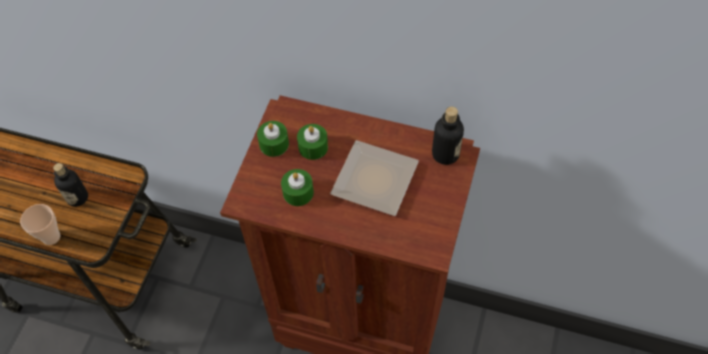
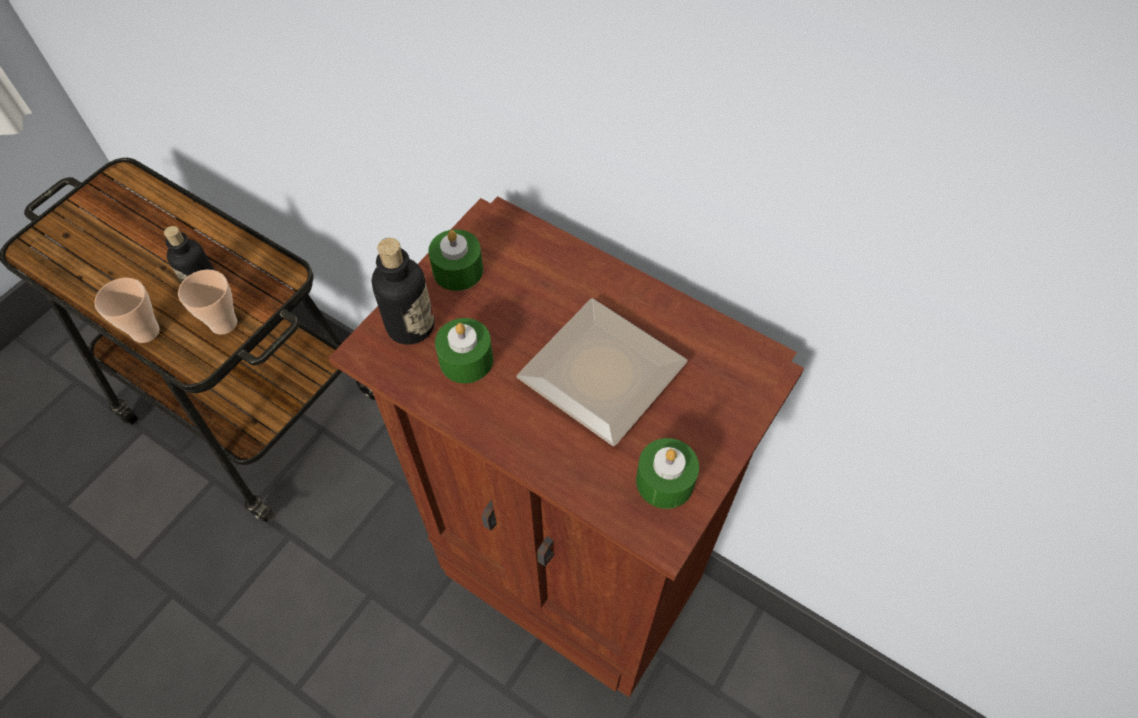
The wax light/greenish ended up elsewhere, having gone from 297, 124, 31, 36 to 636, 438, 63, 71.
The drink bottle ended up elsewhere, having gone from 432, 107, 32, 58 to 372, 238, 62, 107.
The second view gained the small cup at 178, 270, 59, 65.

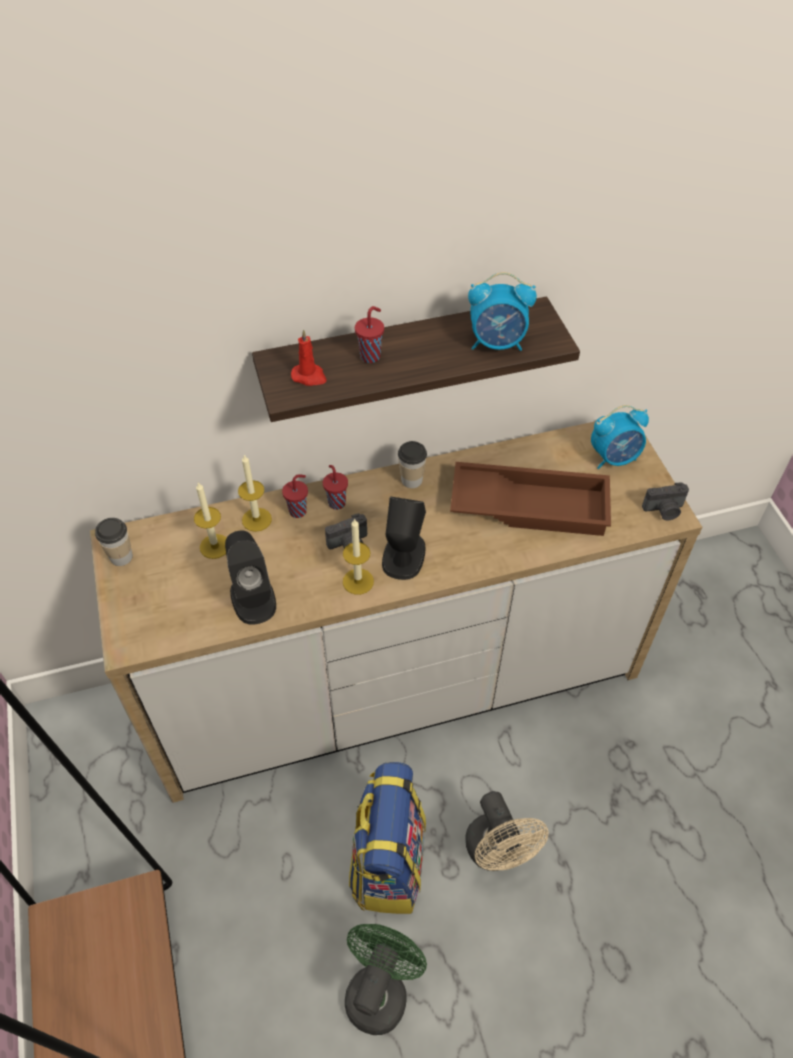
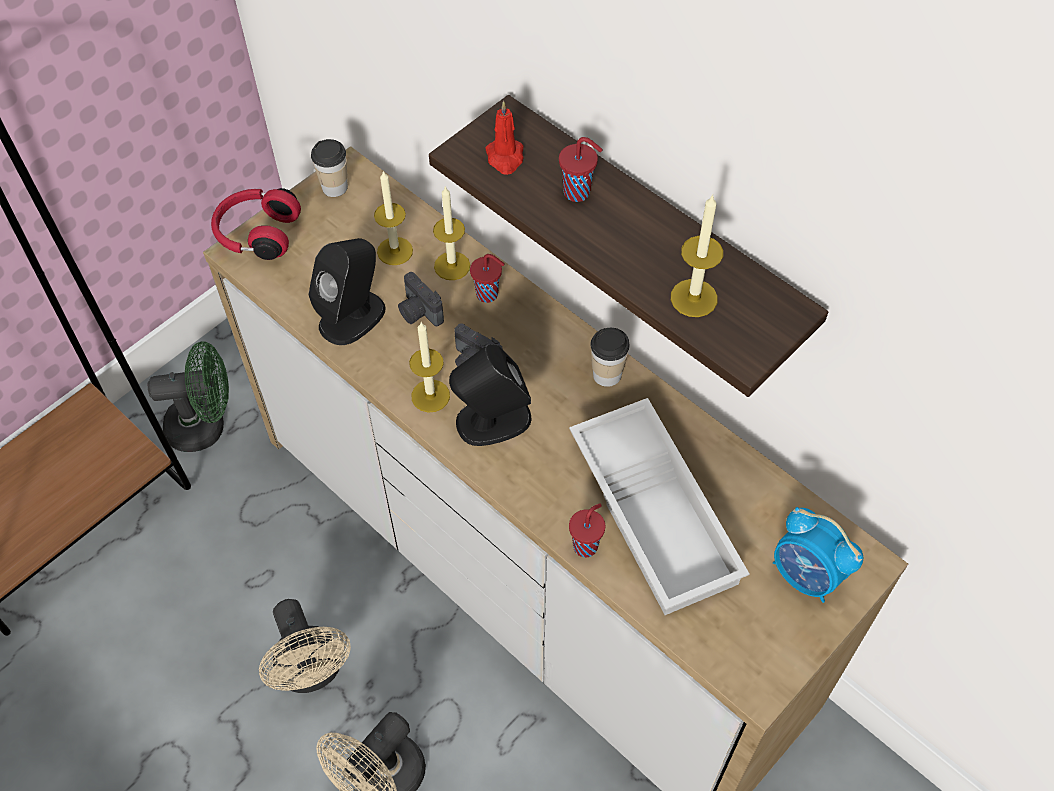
The small cup/red-coloured ended up elsewhere, having gone from 323, 465, 25, 45 to 569, 503, 36, 54.
The electric fan/greenish ended up elsewhere, having gone from 345, 924, 82, 111 to 148, 341, 81, 111.
Where the knapsack stood at 349, 762, 77, 152, the electric fan/sand-coloured came to stand at 259, 599, 92, 94.
What was the tray/brown at 450, 462, 161, 74 turned into the tray/whitish at 569, 398, 180, 217.
Where the table clock stood at 468, 272, 69, 79, the wax light came to stand at 671, 194, 52, 123.
The still camera ended up elsewhere, having gone from 642, 483, 47, 37 to 398, 272, 46, 54.
The second view gained the headset/red-coloured at 211, 188, 90, 72.

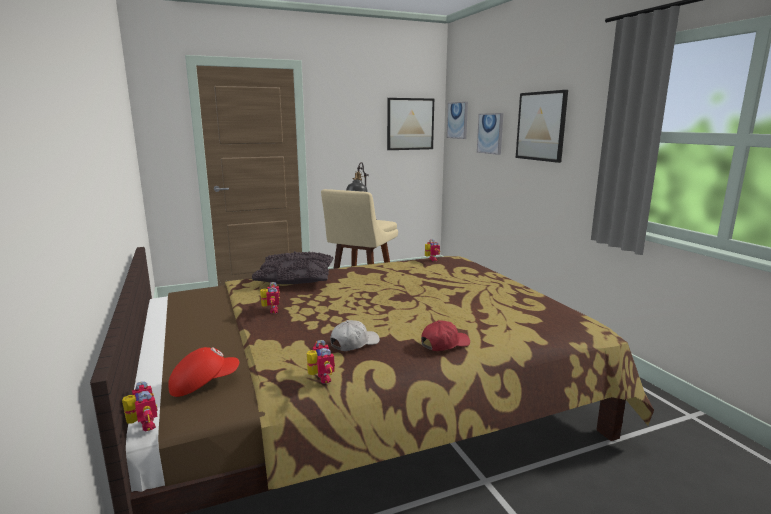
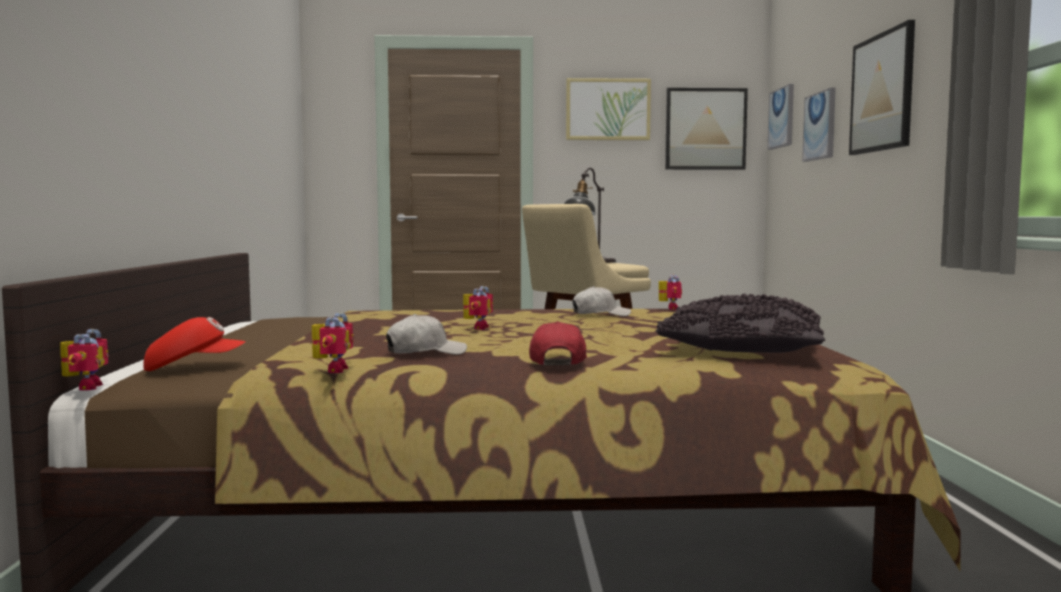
The throw pillow/black-coloured ended up elsewhere, having gone from 251, 251, 83, 33 to 656, 293, 169, 60.
The toy robot ended up elsewhere, having gone from 260, 282, 20, 31 to 463, 286, 30, 44.
The cap/red-coloured at 421, 320, 49, 31 ended up facing another way, 75 degrees counterclockwise from before.
The second view gained the wall art at 566, 78, 85, 62.
The second view gained the cap/whitish at 573, 286, 58, 30.

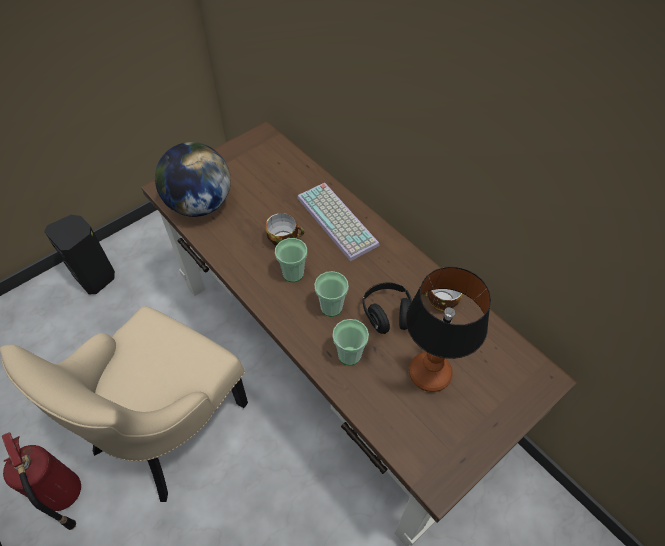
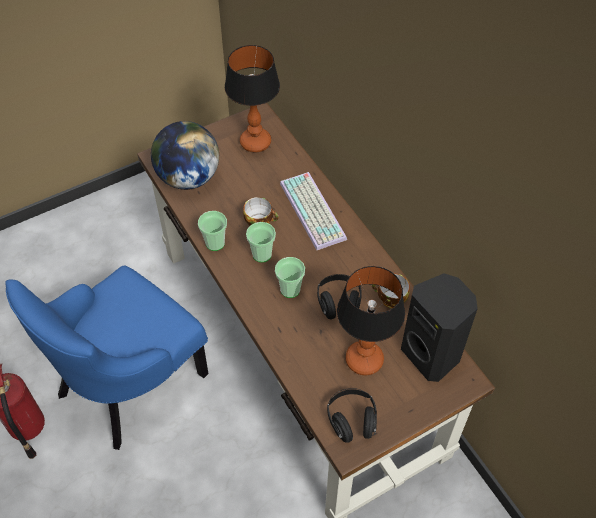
What was the plain chair/sand-coloured at 0, 306, 248, 196 turned into the plain chair/bluish at 5, 265, 203, 185.
The speaker/black-coloured ended up elsewhere, having gone from 44, 215, 71, 79 to 401, 273, 77, 109.
The small cup ended up elsewhere, having gone from 332, 319, 37, 46 to 198, 211, 29, 40.
The second view gained the tabletop lamp at 225, 45, 55, 108.
The second view gained the headset/black-coloured at 327, 388, 50, 55.

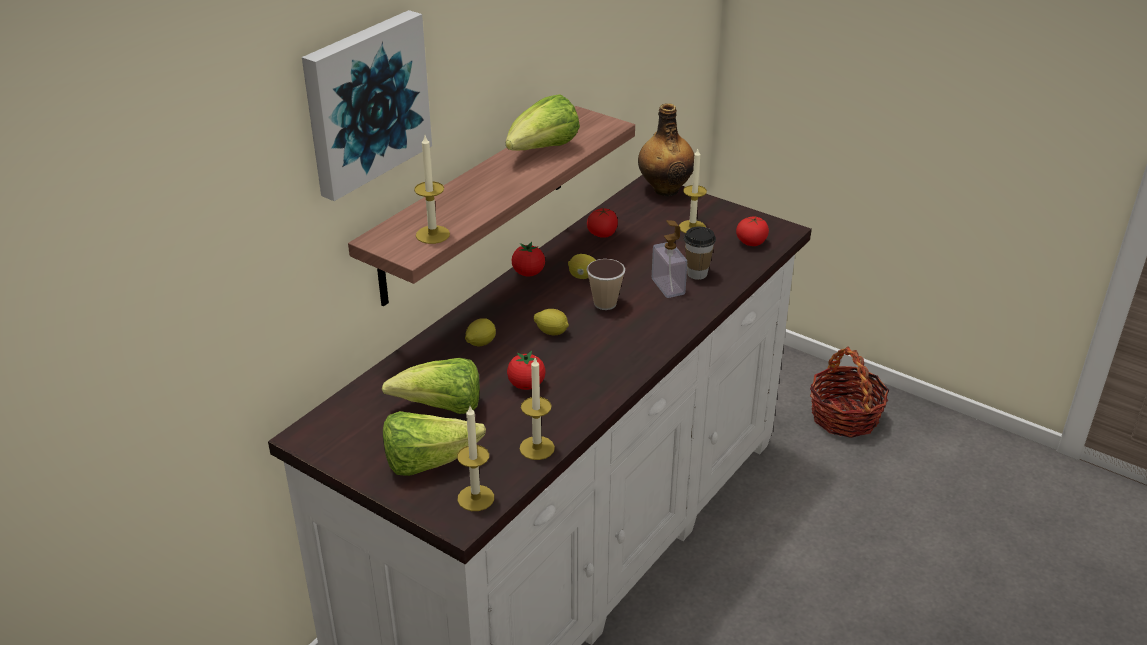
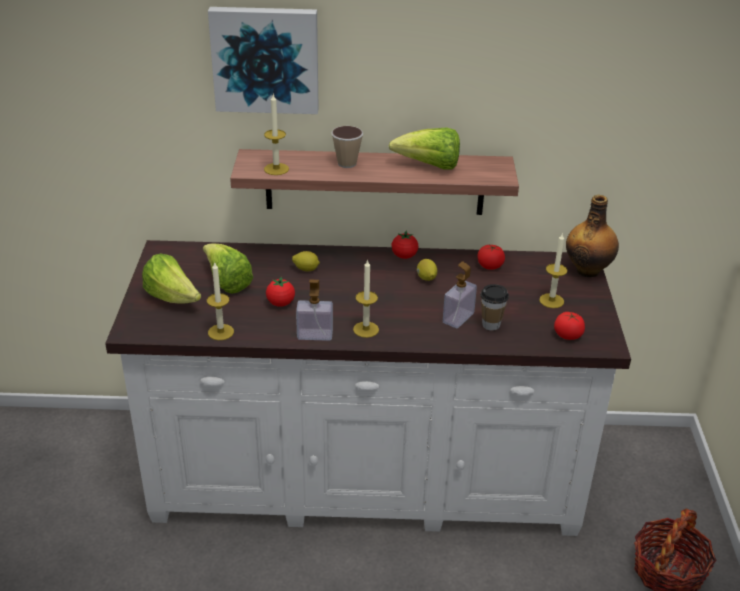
The wax light ended up elsewhere, having gone from 457, 406, 37, 105 to 353, 259, 26, 79.
The second view lost the lemon at 534, 309, 35, 26.
The small cup ended up elsewhere, having gone from 587, 259, 38, 51 to 331, 126, 32, 42.
The second view gained the liquid soap bottle at 296, 280, 37, 61.

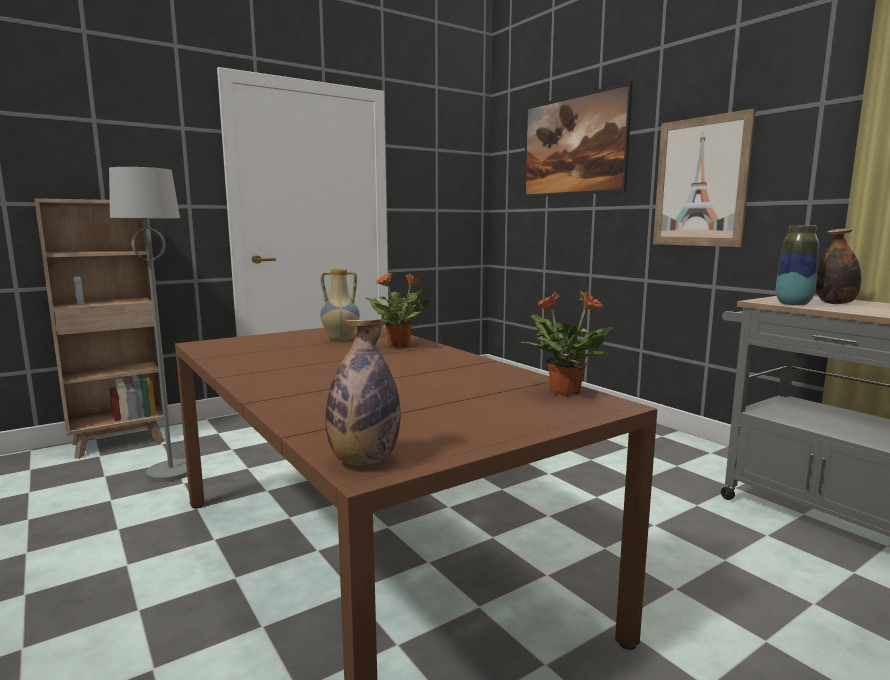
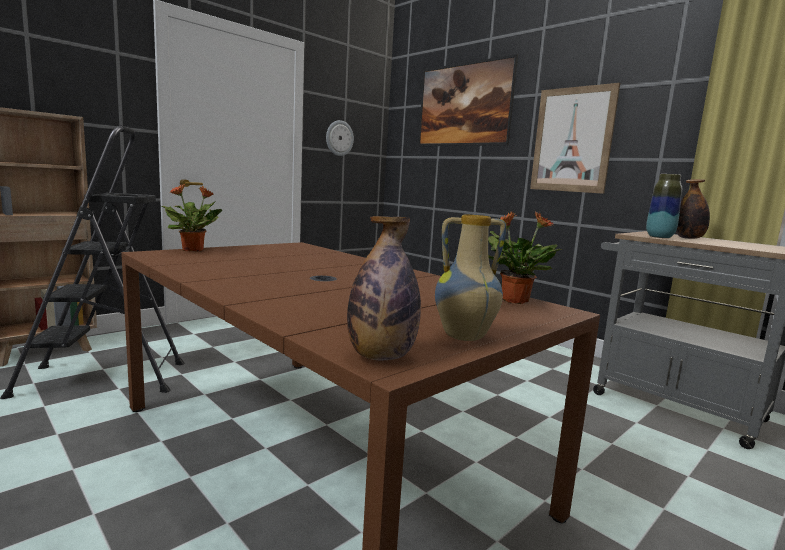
Where the standing lamp/greyish stood at 109, 167, 78, 315, the stepladder came to stand at 0, 125, 185, 274.
The vase ended up elsewhere, having gone from 320, 269, 40, 73 to 435, 215, 72, 126.
The plant in a pot ended up elsewhere, having gone from 366, 272, 66, 76 to 162, 184, 61, 68.
The second view gained the hanging clock at 326, 120, 28, 36.

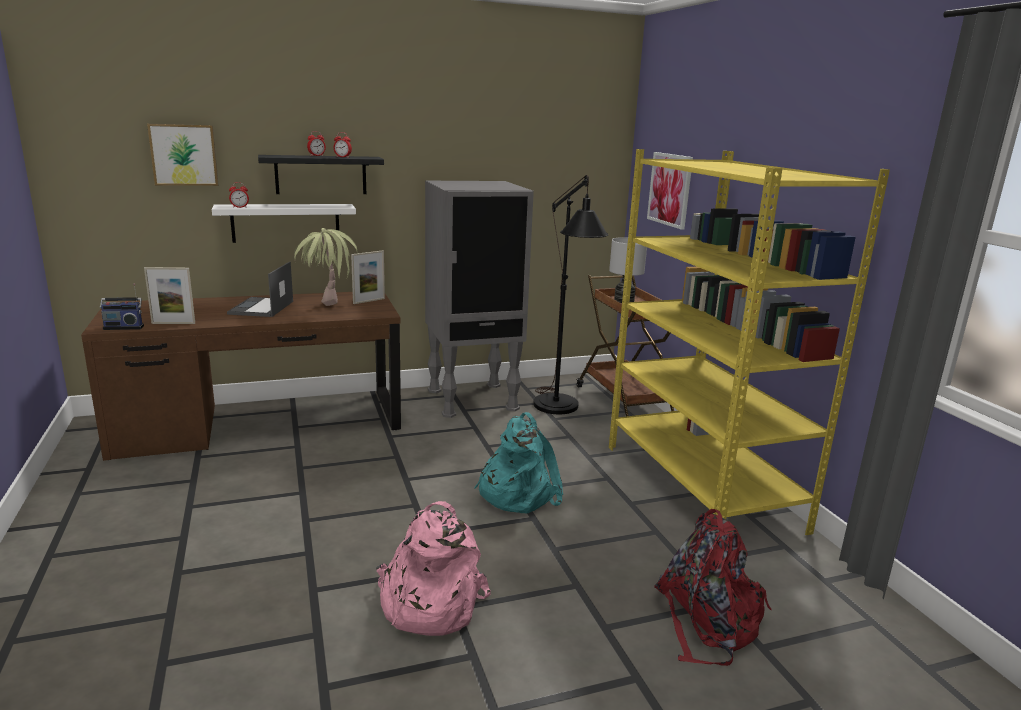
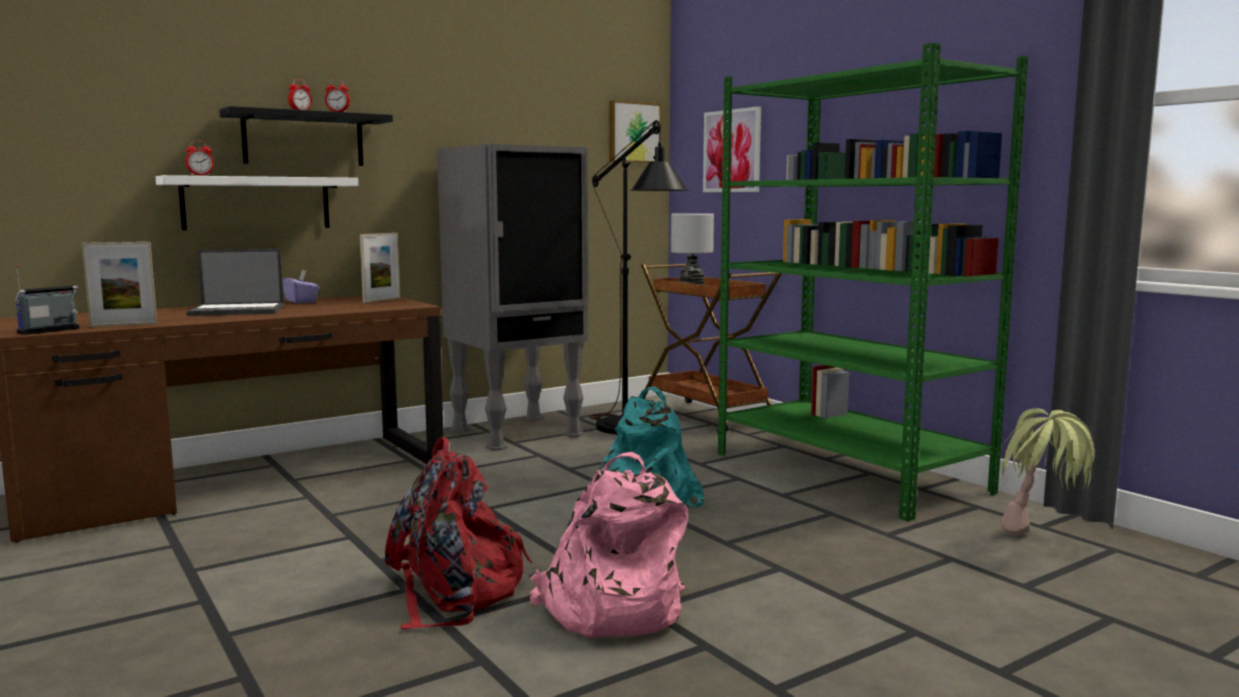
The radio receiver at 100, 284, 44, 46 ended up facing another way, 150 degrees clockwise from before.
The wall art ended up elsewhere, having gone from 147, 124, 71, 62 to 609, 100, 53, 63.
The notebook computer at 227, 262, 66, 55 ended up facing another way, 90 degrees counterclockwise from before.
The plant in a pot ended up elsewhere, having gone from 294, 228, 63, 78 to 995, 409, 100, 127.
What was the bookshelf/yellow at 609, 149, 281, 386 turned into the bookshelf/greenish at 718, 43, 310, 478.
The knapsack/red-coloured ended up elsewhere, having gone from 654, 509, 117, 157 to 385, 437, 147, 193.
The second view gained the tissue box/purplish at 283, 270, 36, 33.

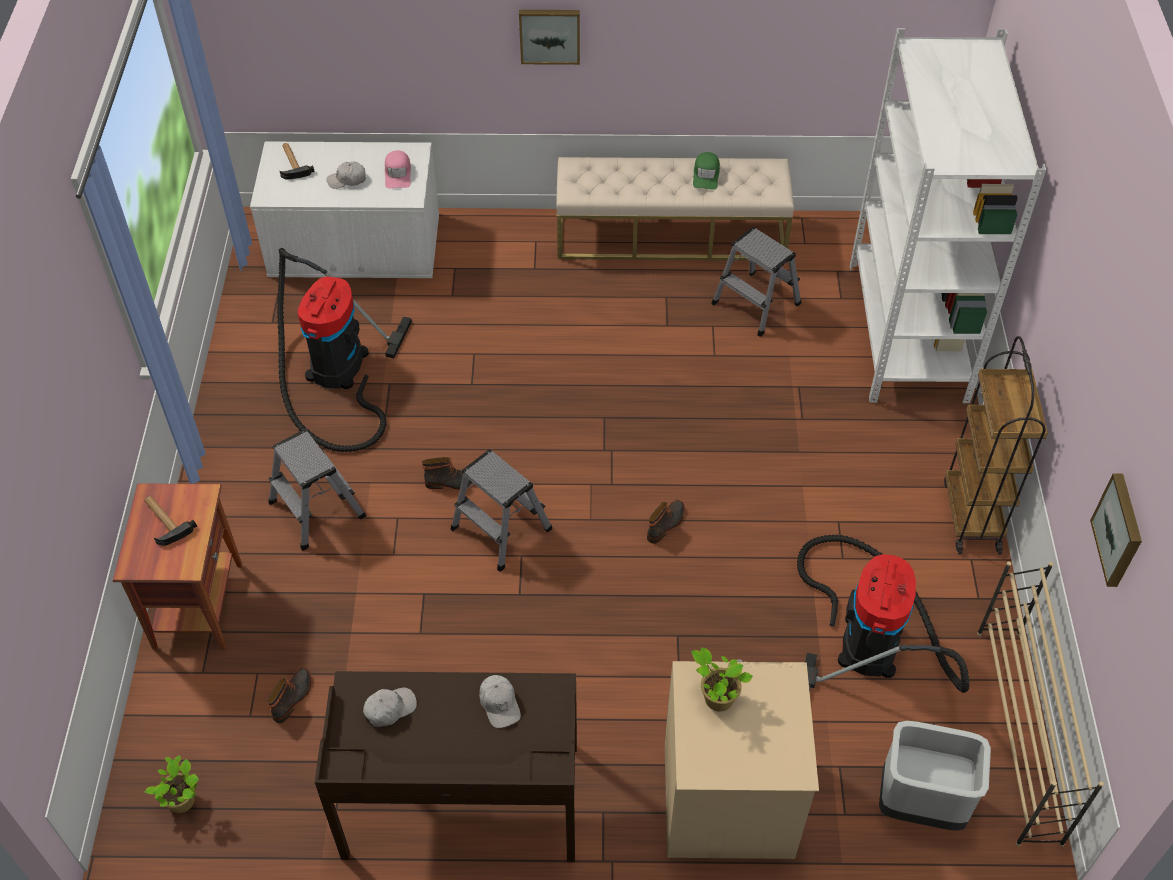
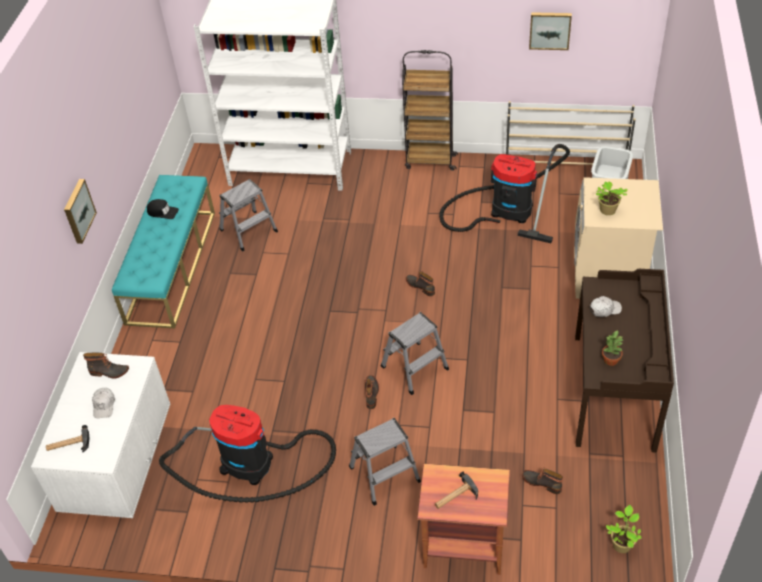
Where the cap/whitish stood at 363, 688, 54, 39, the plant in a pot came to stand at 602, 330, 21, 36.
Where the cap/pink stood at 385, 150, 26, 38, the boot came to stand at 83, 353, 46, 26.
What was the long seat/sand-coloured at 557, 157, 237, 104 turned into the long seat/blue-green at 112, 175, 103, 153.
What was the cap/greenish at 693, 152, 27, 38 turned into the cap/black-coloured at 147, 199, 32, 20.

